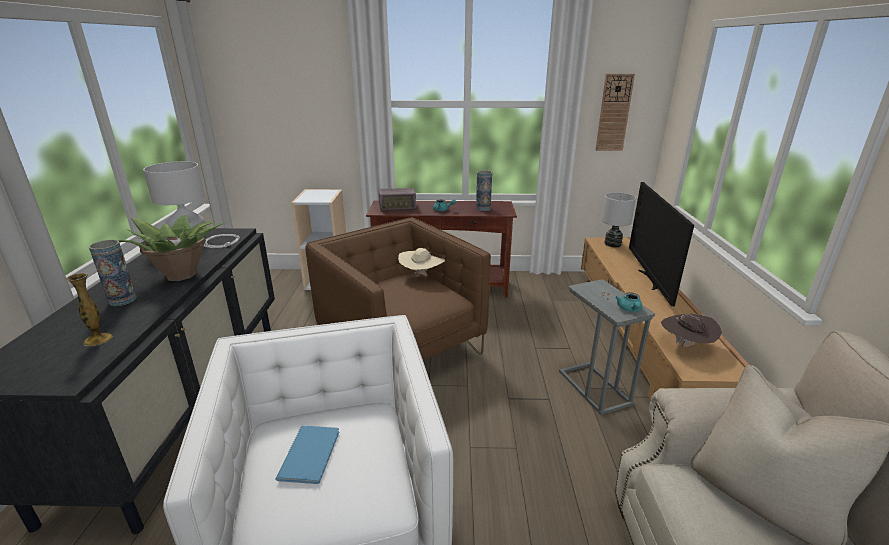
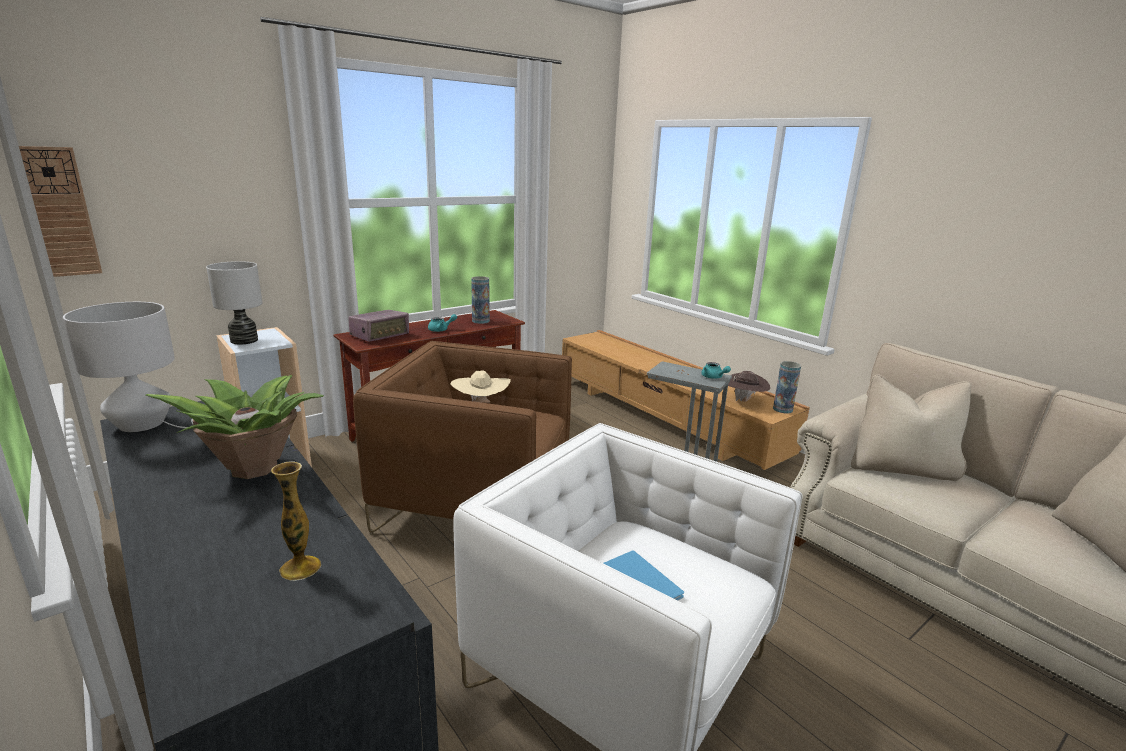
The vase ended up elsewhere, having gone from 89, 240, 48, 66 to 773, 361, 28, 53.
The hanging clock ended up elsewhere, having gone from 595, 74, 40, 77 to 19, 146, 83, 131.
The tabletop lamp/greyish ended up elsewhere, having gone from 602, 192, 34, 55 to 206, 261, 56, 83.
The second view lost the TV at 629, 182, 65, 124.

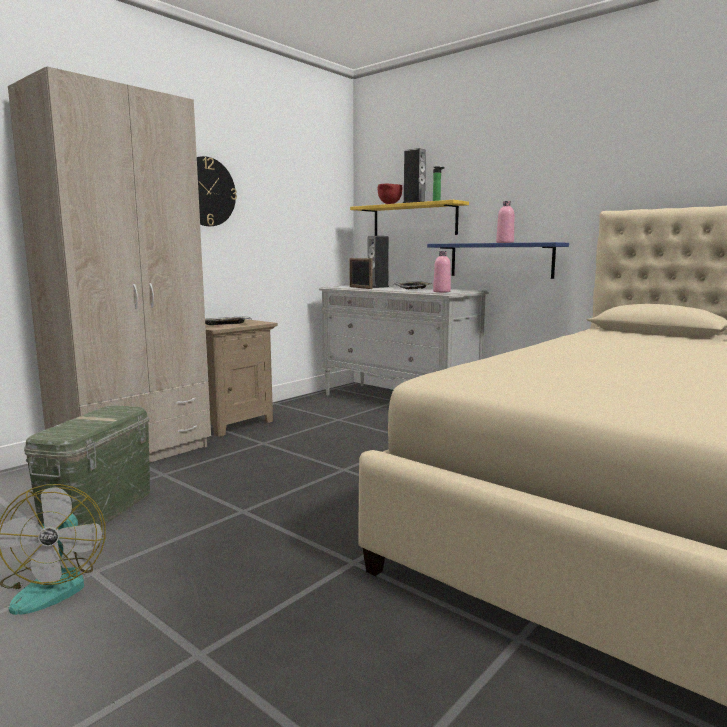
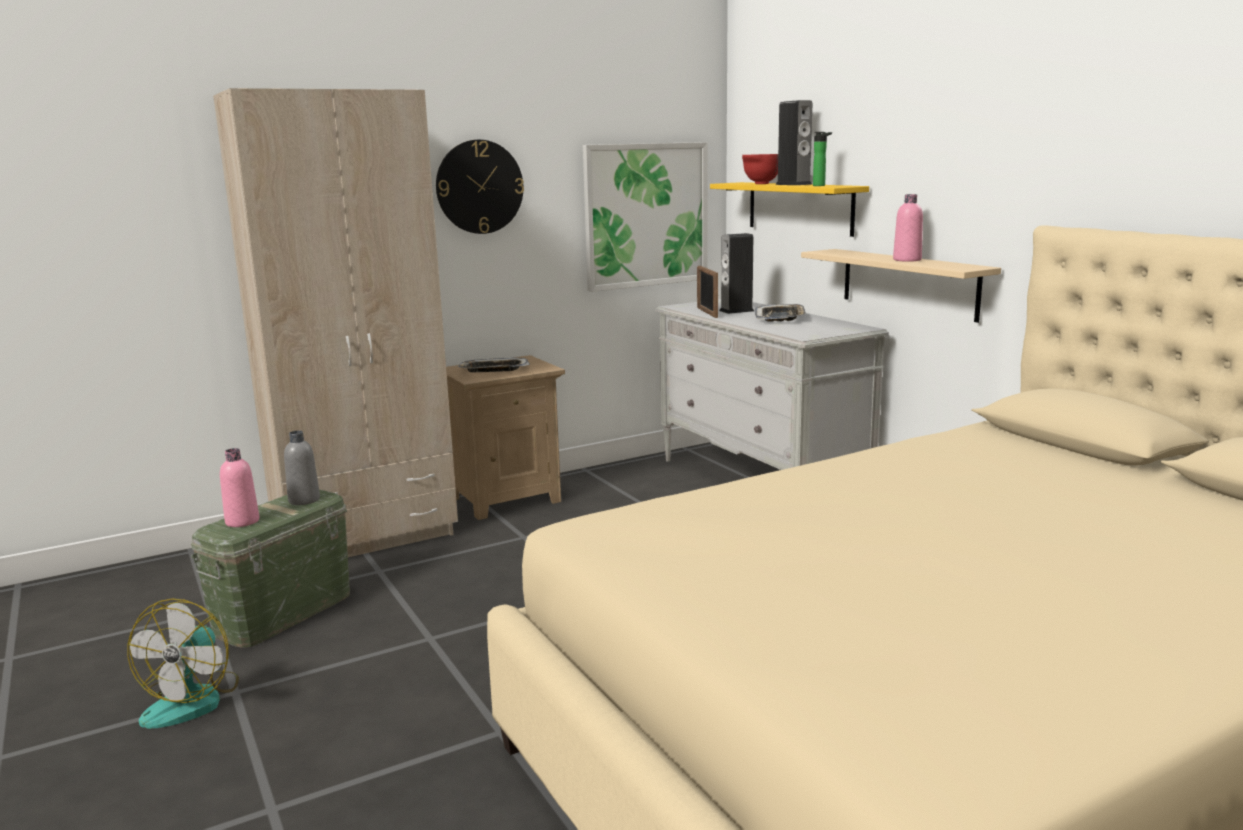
What was the shelf/bluish at 427, 242, 142, 37 turned into the shelf/sand-coloured at 801, 249, 200, 74.
The drink bottle/pink ended up elsewhere, having gone from 433, 251, 18, 41 to 220, 448, 39, 79.
The second view gained the drink bottle/greyish at 284, 431, 36, 74.
The second view gained the wall art at 583, 142, 125, 150.

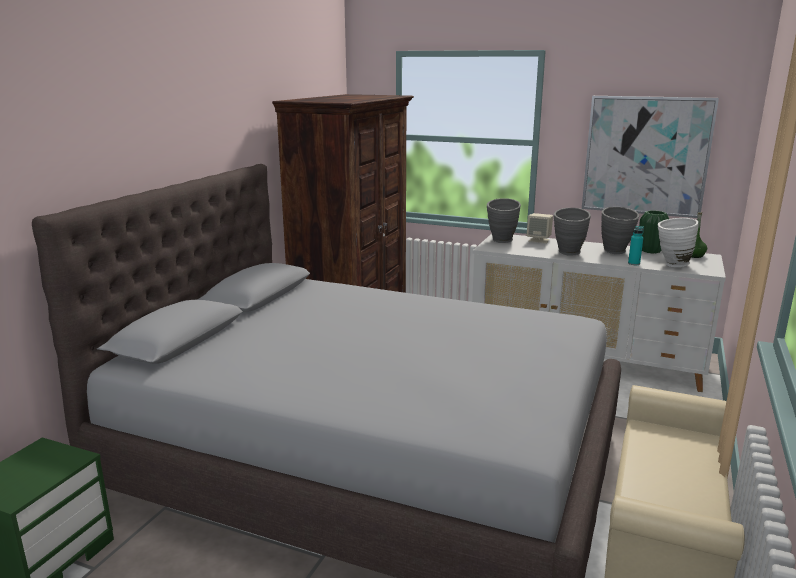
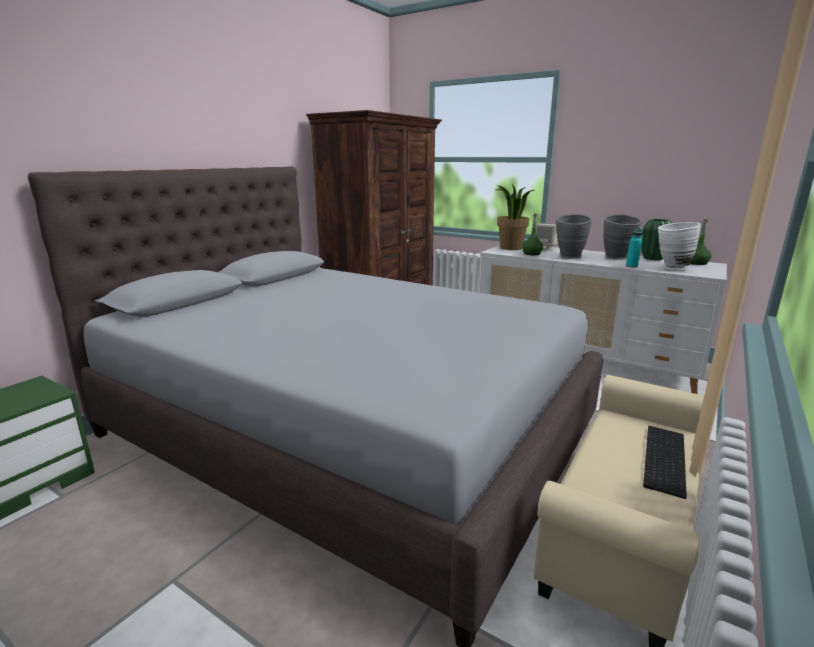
Where the vase/greyish stood at 487, 198, 34, 45, the plant in a pot came to stand at 496, 184, 38, 66.
The second view lost the wall art at 582, 96, 137, 122.
The second view gained the drink bottle/greenish at 522, 214, 21, 41.
The second view gained the computer keyboard at 643, 426, 44, 73.

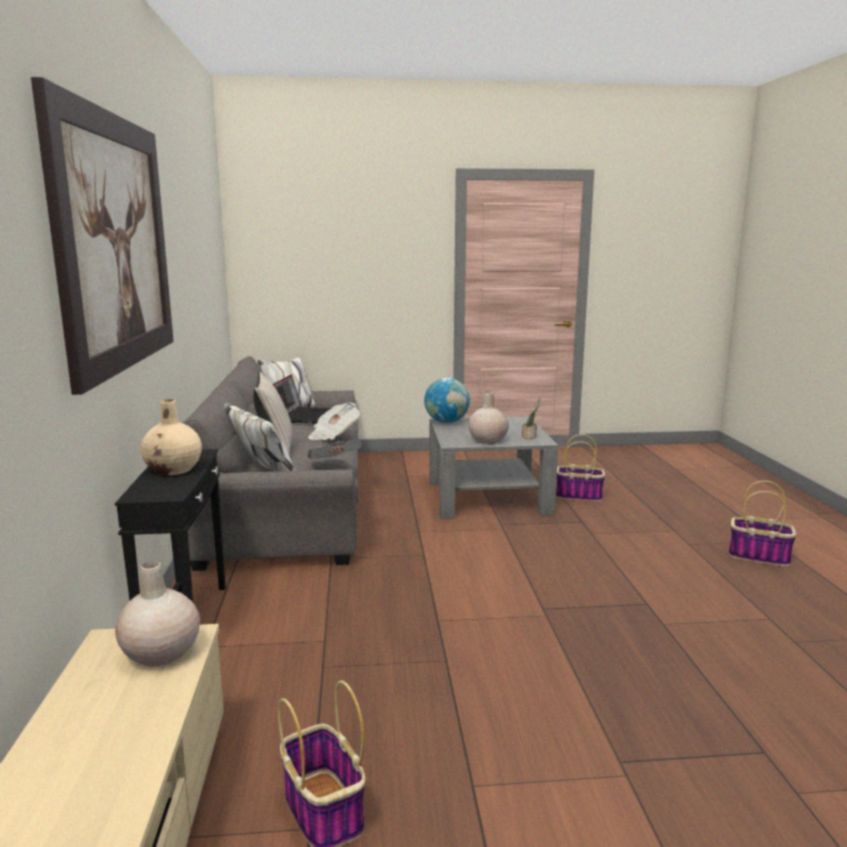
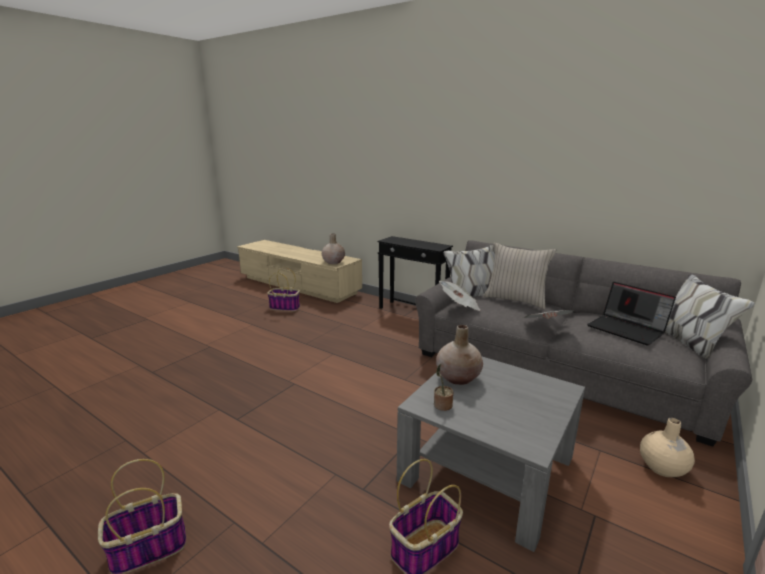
The second view lost the wall art at 31, 77, 143, 318.
The vase/sand-coloured ended up elsewhere, having gone from 140, 399, 62, 76 to 640, 418, 55, 59.
The second view lost the globe at 424, 378, 46, 45.

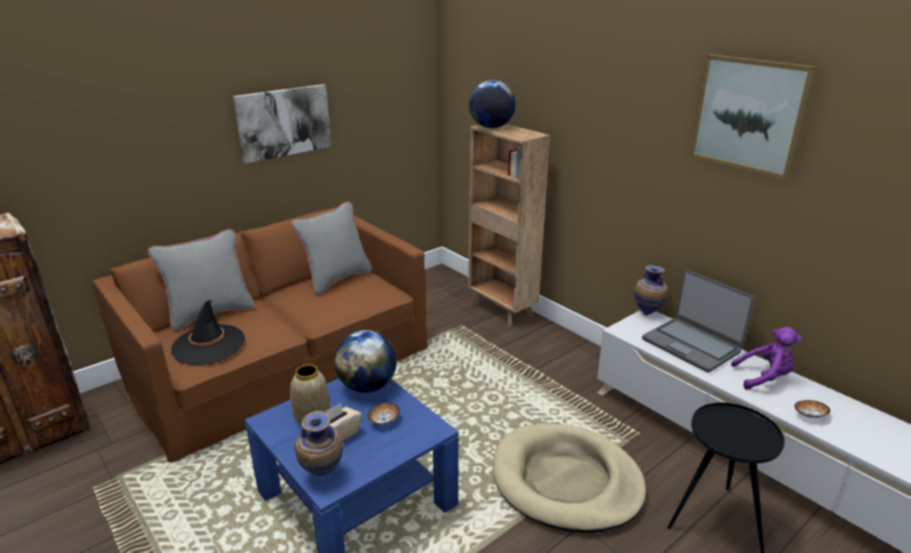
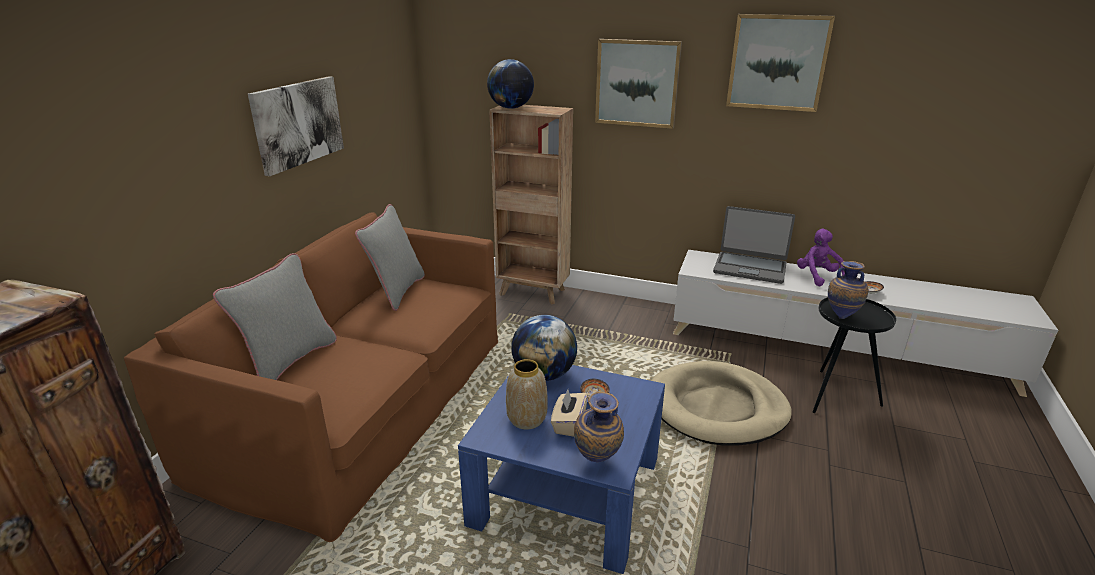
The second view lost the hat/black-coloured at 171, 300, 74, 65.
The vase ended up elsewhere, having gone from 634, 265, 34, 51 to 828, 261, 40, 58.
The cuddly toy/purplish at 731, 327, 71, 63 ended up facing another way, 75 degrees counterclockwise from before.
The second view gained the wall art at 595, 39, 87, 90.

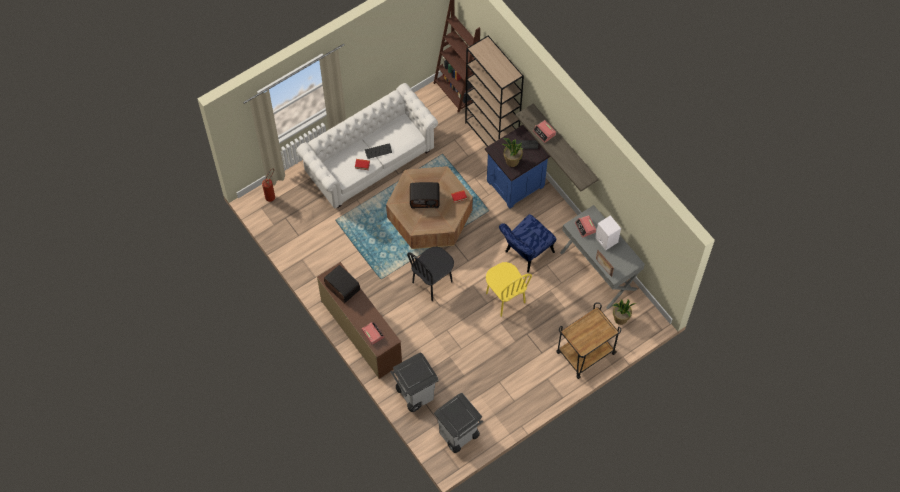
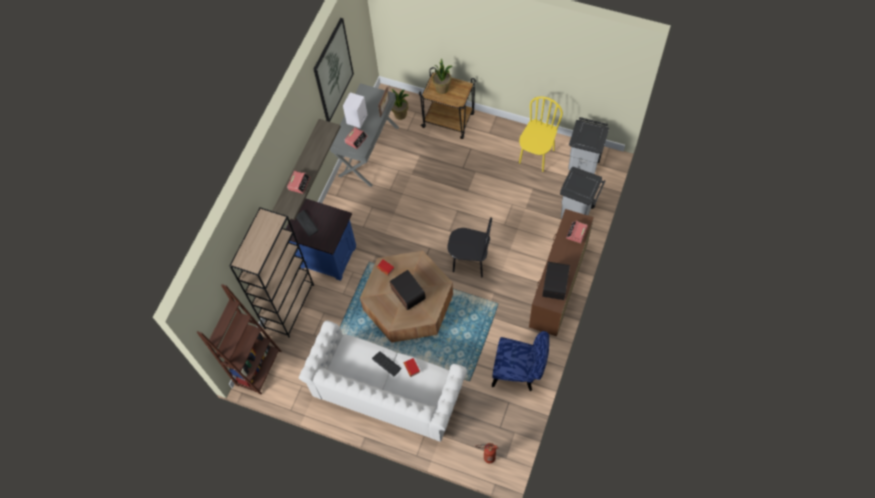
The plain chair/yellow ended up elsewhere, having gone from 486, 262, 46, 55 to 519, 96, 44, 76.
The plain chair/bluish ended up elsewhere, having gone from 499, 214, 57, 59 to 492, 331, 57, 60.
The plant in a pot ended up elsewhere, having gone from 503, 138, 21, 29 to 433, 58, 20, 36.
The second view gained the wall art at 314, 18, 40, 104.

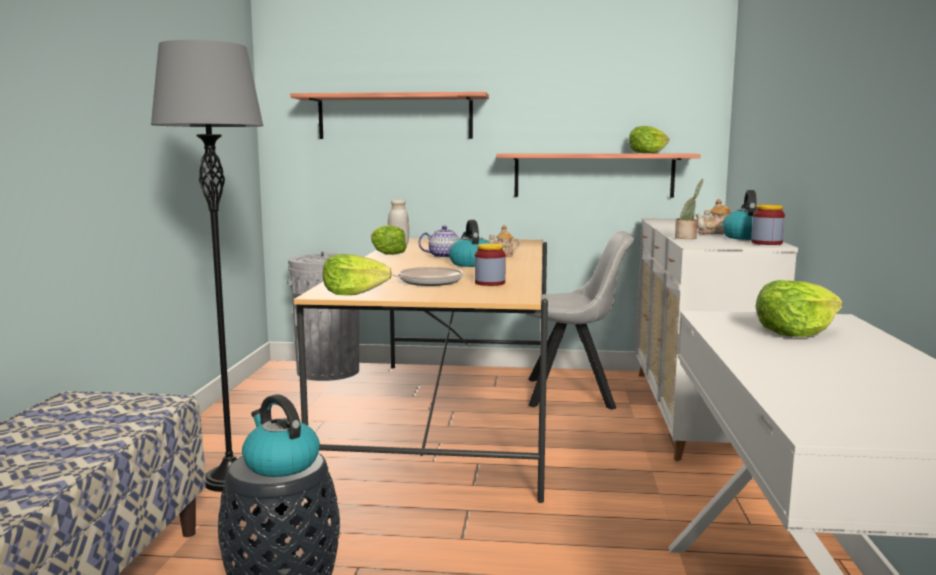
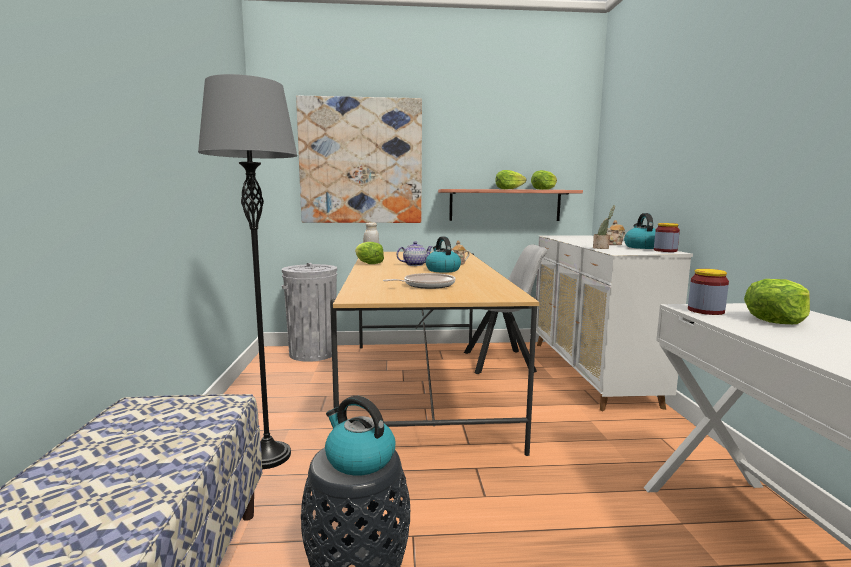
Where the shelf hung at 290, 92, 199, 47, the wall art came to hang at 296, 96, 126, 127.
The lettuce head ended up elsewhere, having gone from 323, 254, 69, 41 to 495, 170, 31, 19.
The preserve jar ended up elsewhere, having gone from 475, 243, 31, 43 to 688, 269, 41, 46.

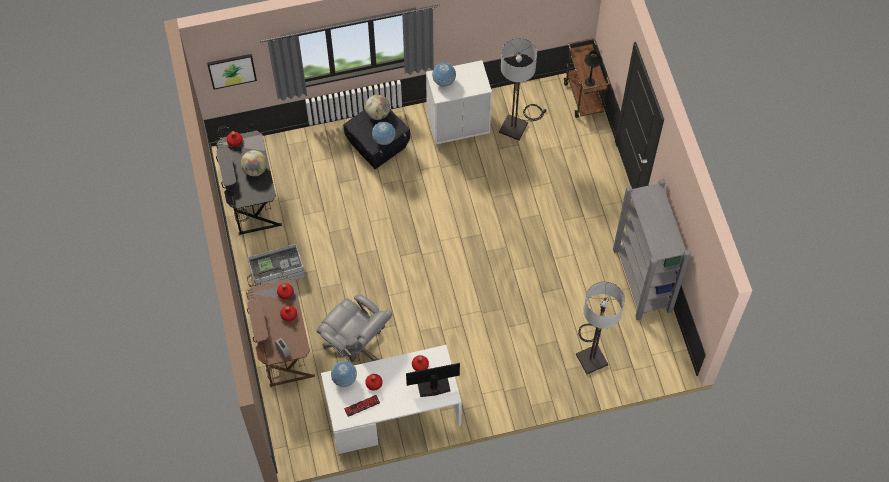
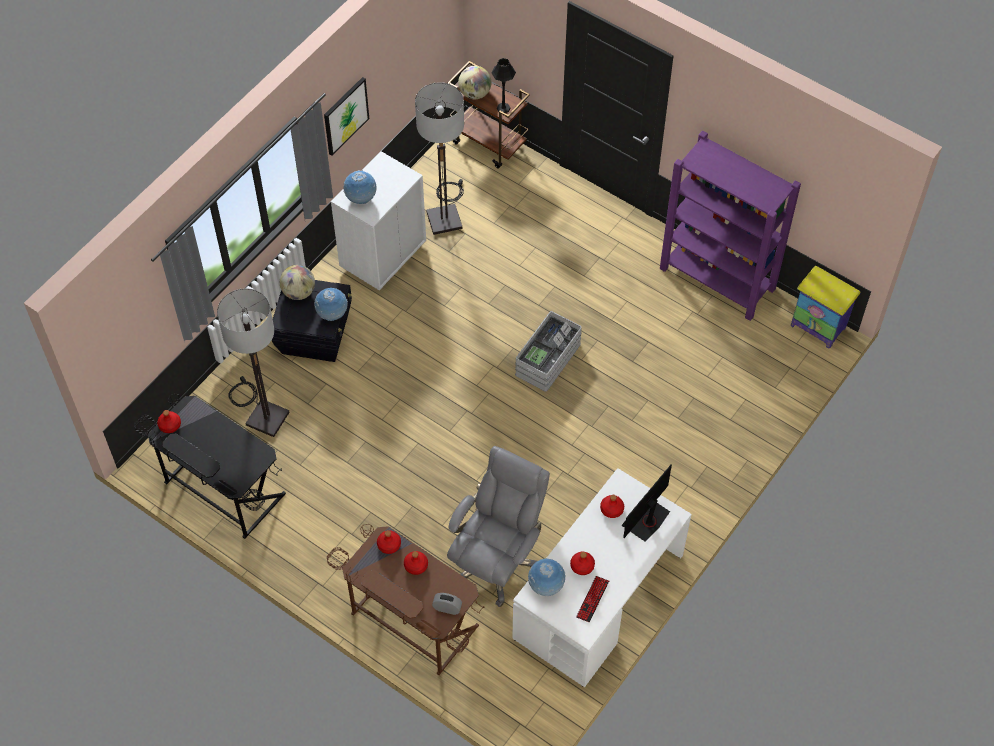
The wall art ended up elsewhere, having gone from 207, 54, 50, 36 to 324, 77, 45, 79.
The globe ended up elsewhere, having gone from 241, 150, 26, 26 to 458, 66, 34, 33.
The storage box/greyish ended up elsewhere, having gone from 248, 244, 57, 42 to 515, 311, 67, 81.
The desk chair/greyish at 316, 295, 77, 68 ended up facing another way, 60 degrees counterclockwise from before.
The standing lamp ended up elsewhere, having gone from 576, 281, 49, 93 to 217, 288, 73, 149.
What was the bookshelf/greyish at 613, 179, 78, 141 turned into the bookshelf/purplish at 660, 131, 141, 190.
The second view gained the nightstand at 791, 266, 70, 82.

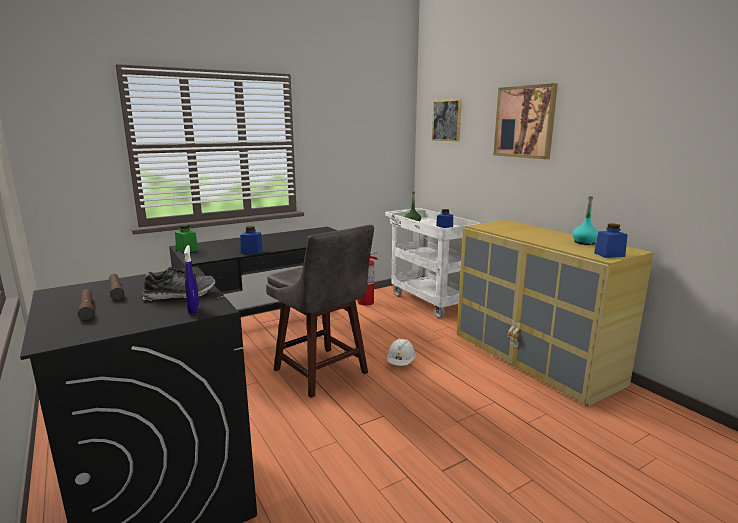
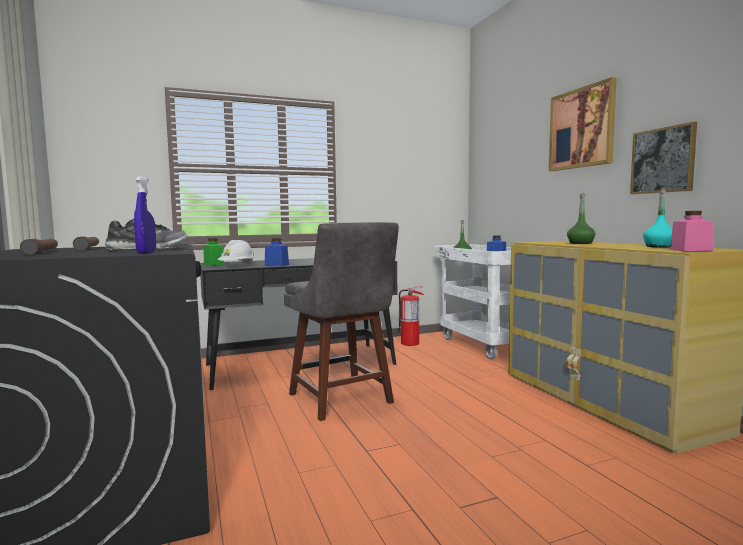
The hard hat/whitish ended up elsewhere, having gone from 387, 339, 29, 27 to 218, 240, 36, 25.
The wall art ended up elsewhere, having gone from 432, 99, 30, 42 to 630, 122, 67, 72.
What was the preserve jar/bluish at 594, 224, 34, 34 turned into the preserve jar/pink at 670, 211, 43, 40.
The second view gained the drink bottle/greenish at 567, 193, 28, 51.

